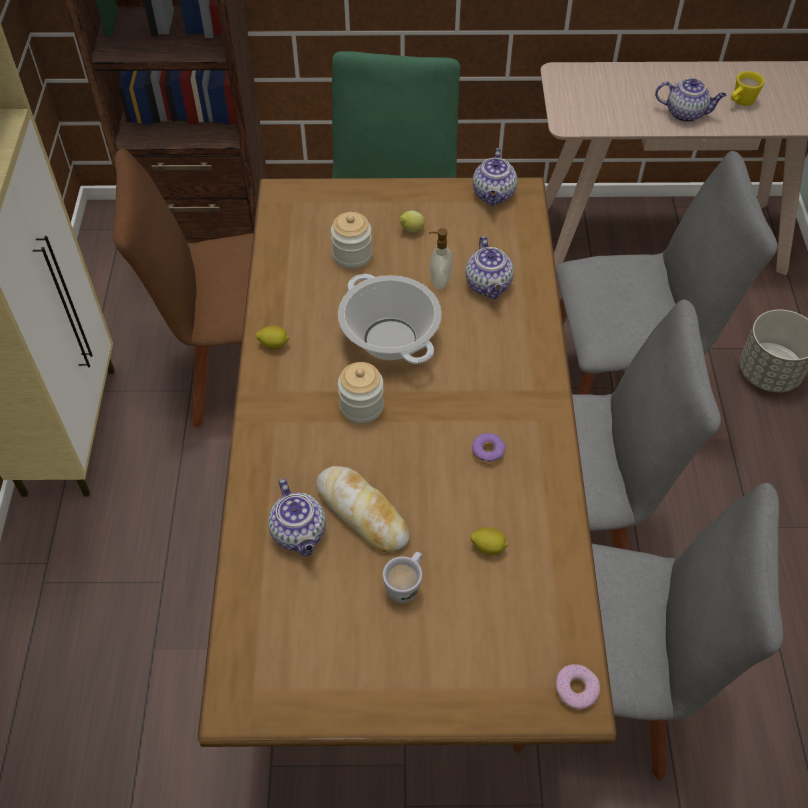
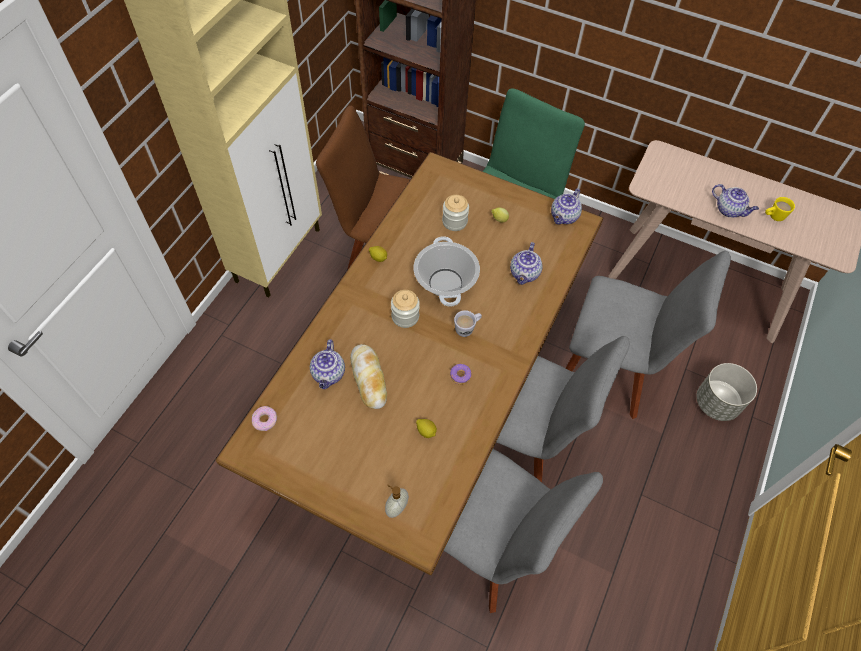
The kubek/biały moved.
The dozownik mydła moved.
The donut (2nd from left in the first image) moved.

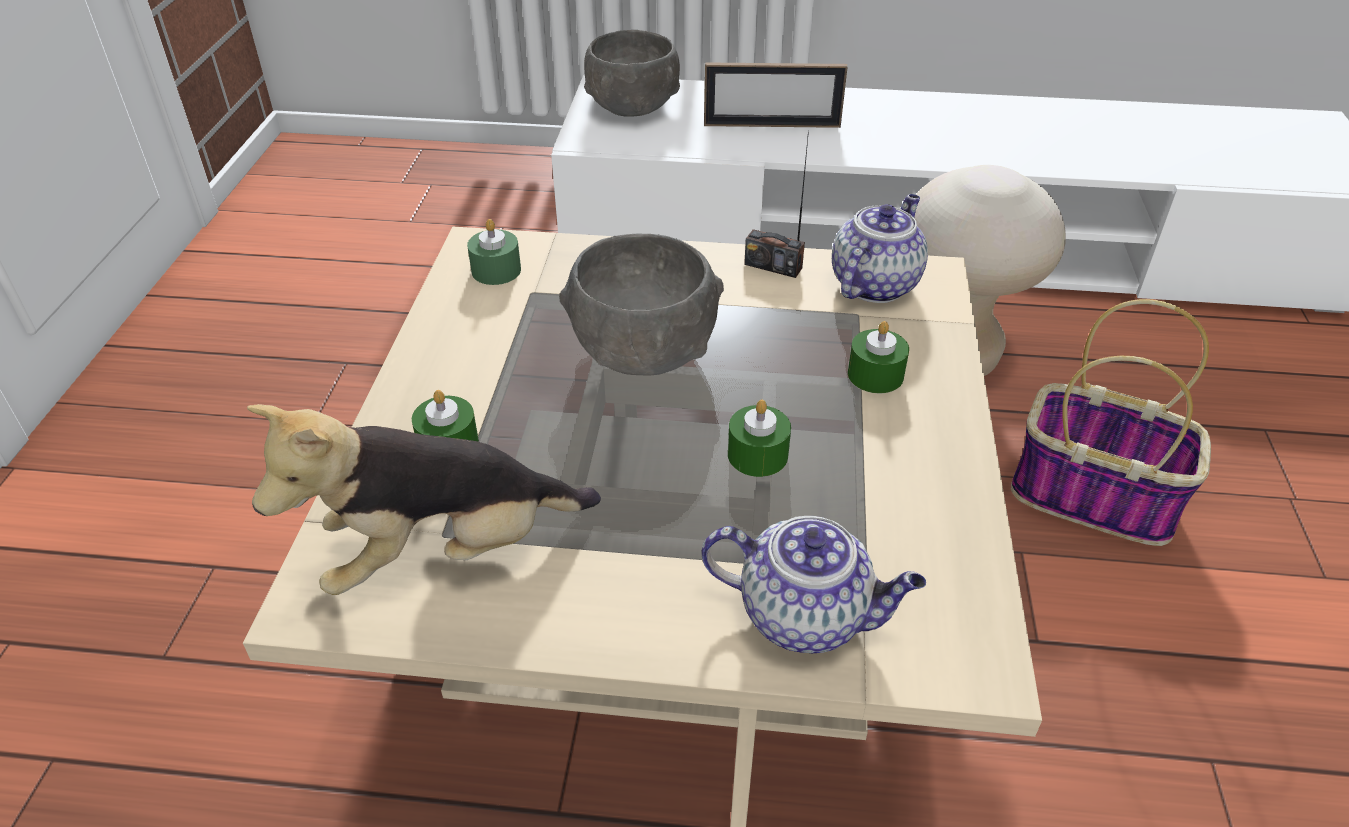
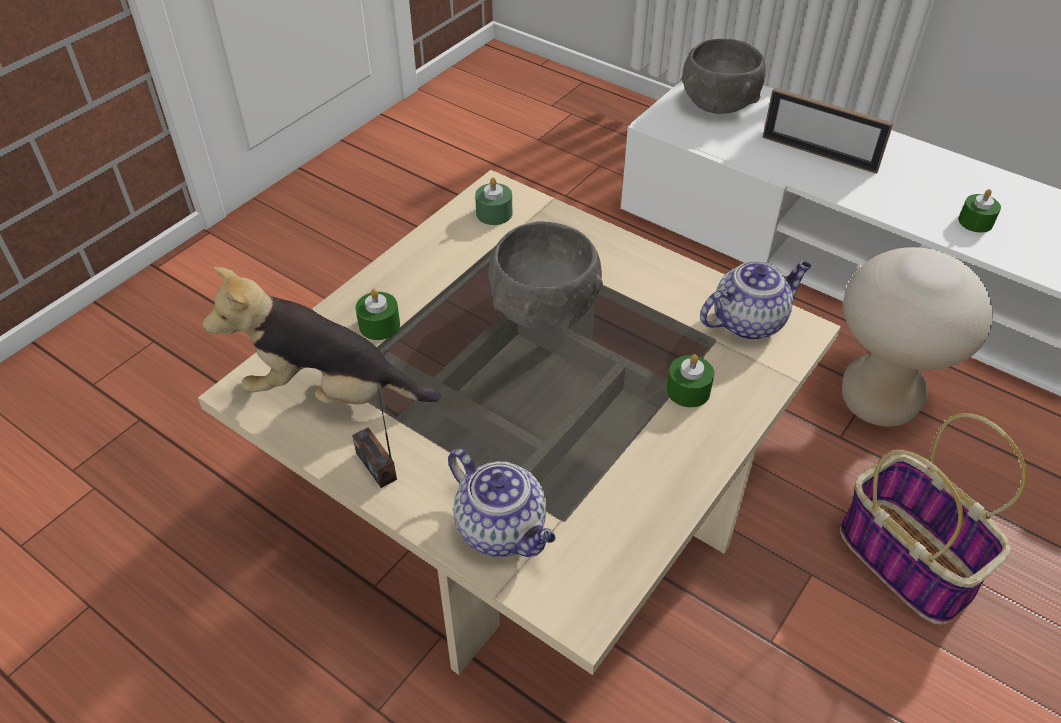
The świeca/zielony (3rd from left in the first image) moved.
The radio moved.

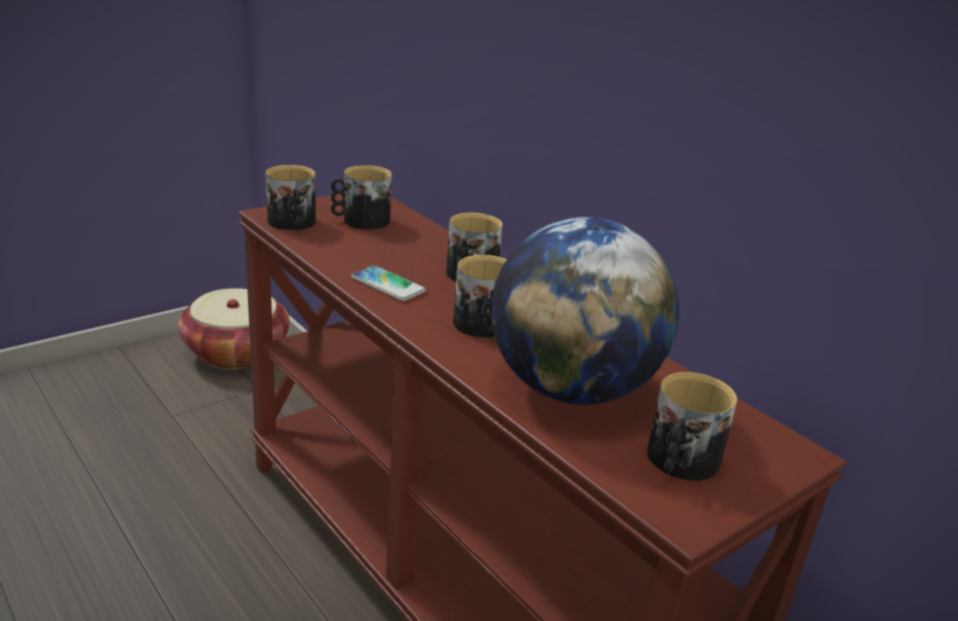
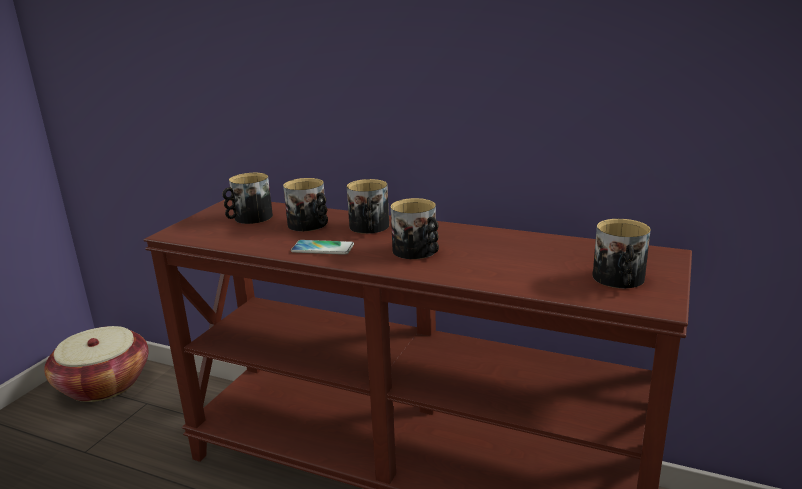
The kubek (1st from left in the first image) moved.
The globus disappeared.

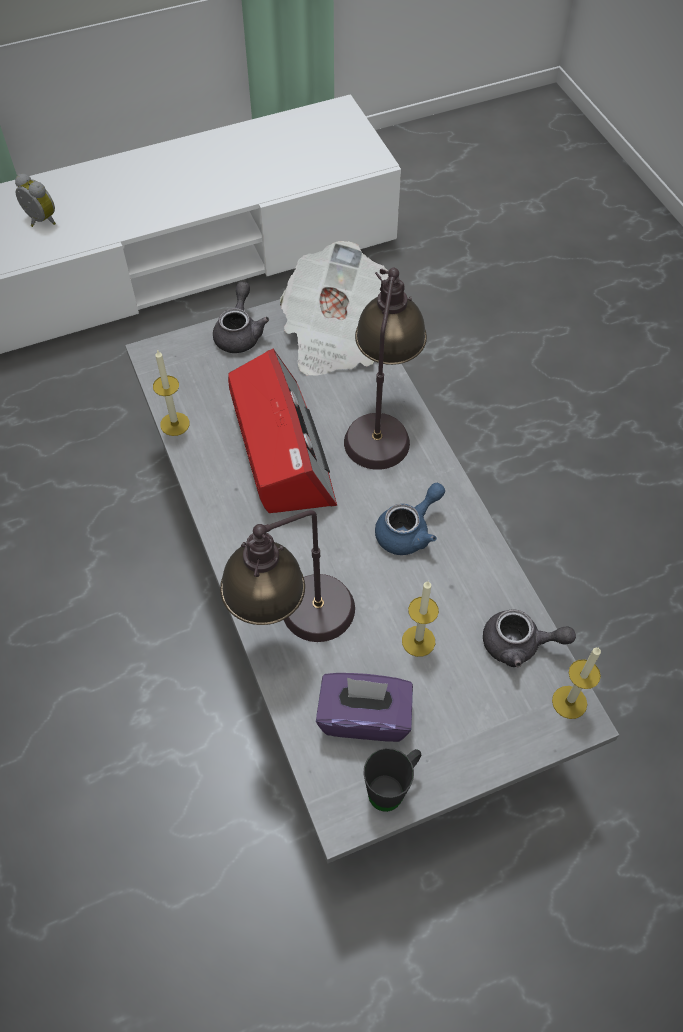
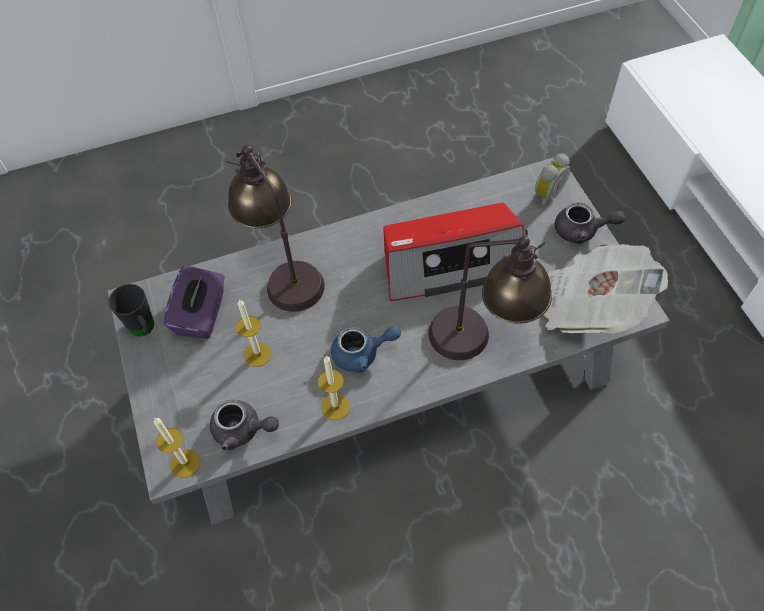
The budzik moved.
The świeca (1st from left in the first image) moved.
The imbryk/niebieski turned 60 degrees counterclockwise.
The imbryk/szary (2nd from left in the first image) turned 90 degrees counterclockwise.

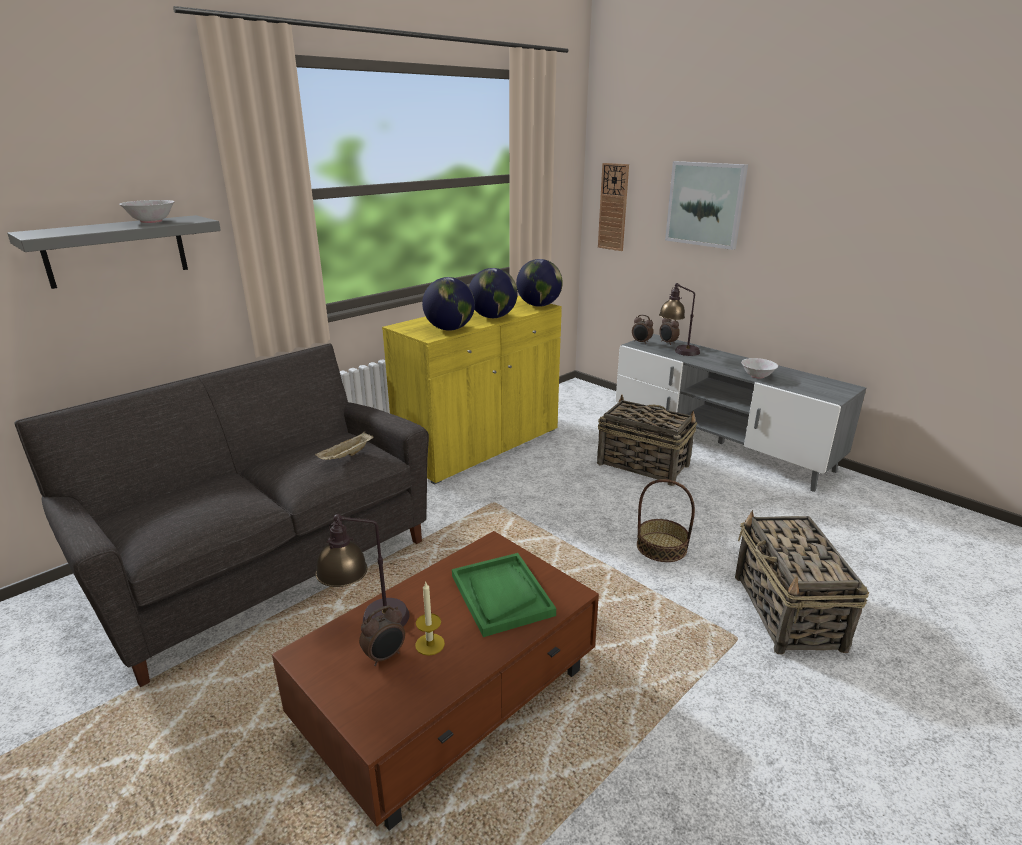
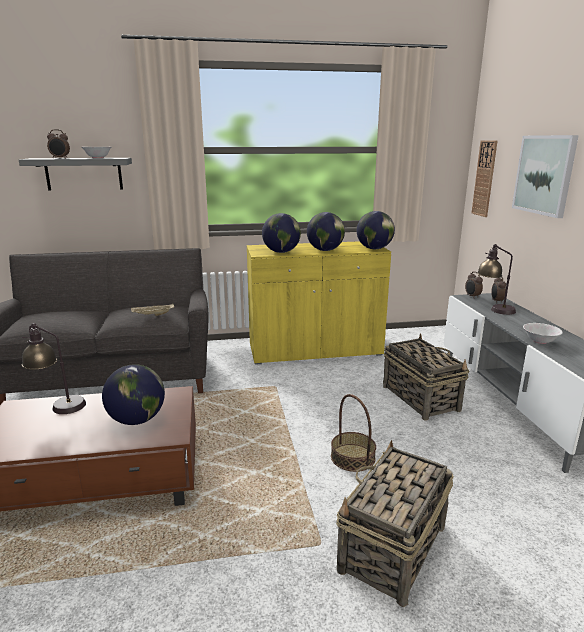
The budzik (1st from left) moved.
The świeca disappeared.
The taca/zielony was replaced by the globus (1st from left).

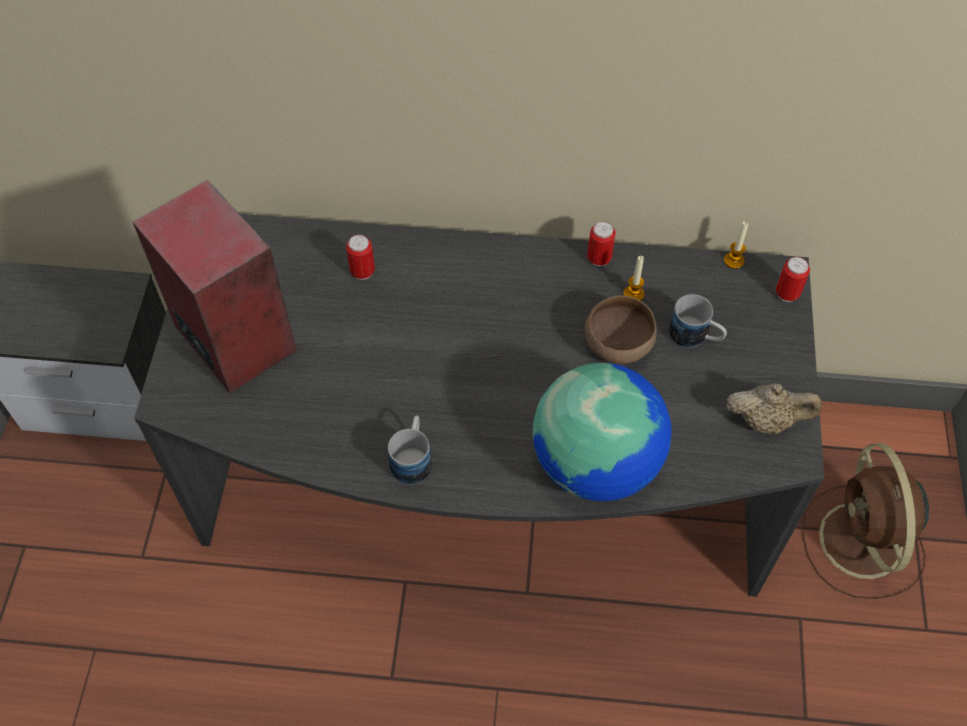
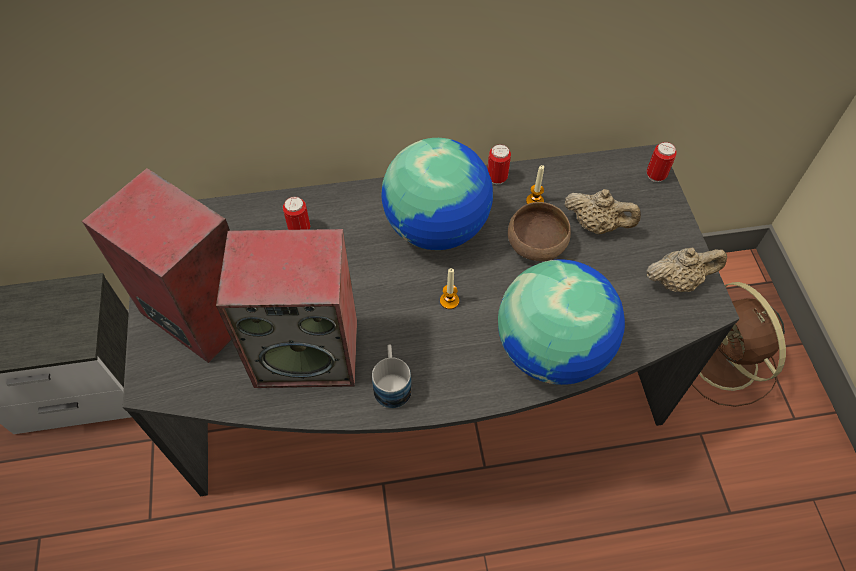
The kubek (2nd from left) was replaced by the imbryk/beżowy (1st from left).
The świeca (2nd from left in the first image) moved.
The głośnik (2nd from left) appeared.
The globus (1st from left) appeared.

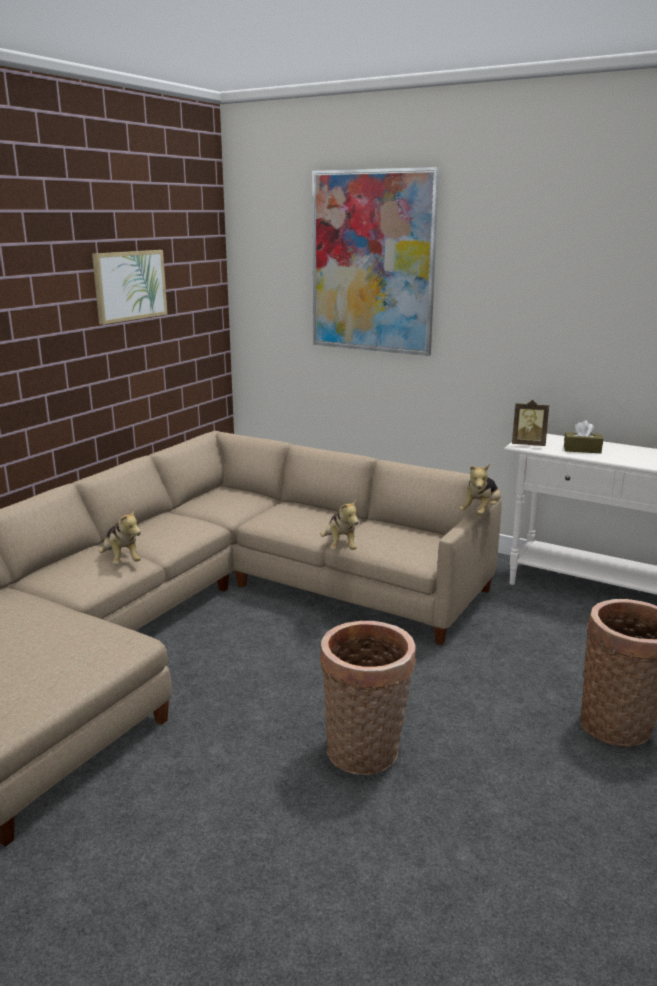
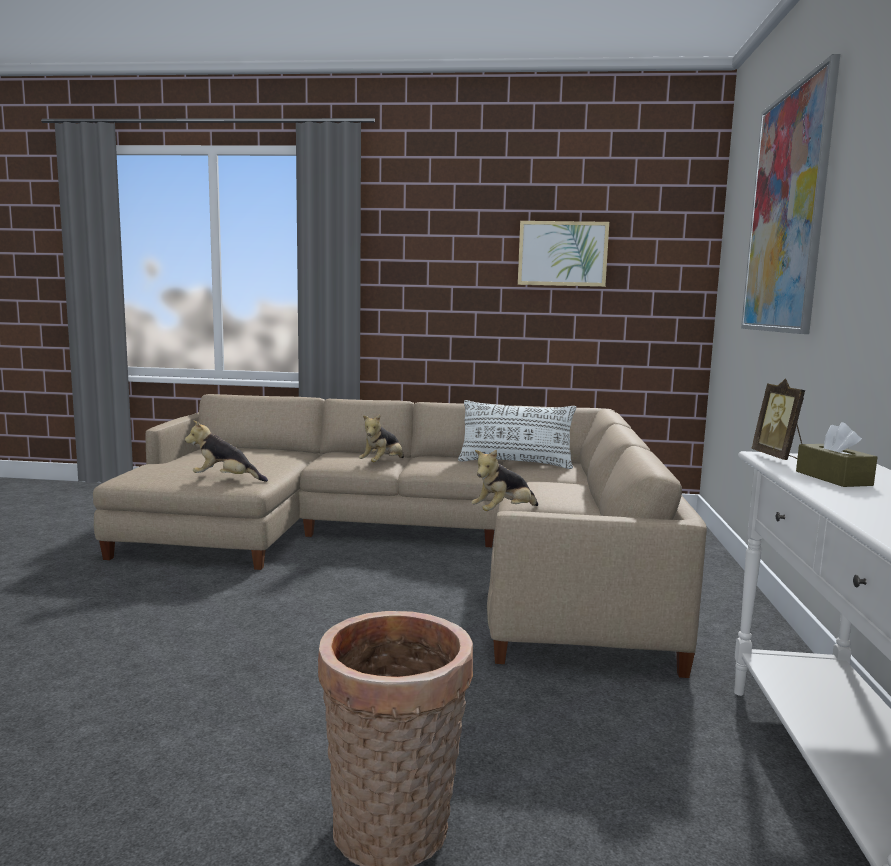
The koszyk (1st from left) disappeared.
The pluszak (3rd from left in the first image) moved.
The poduszka/biały appeared.

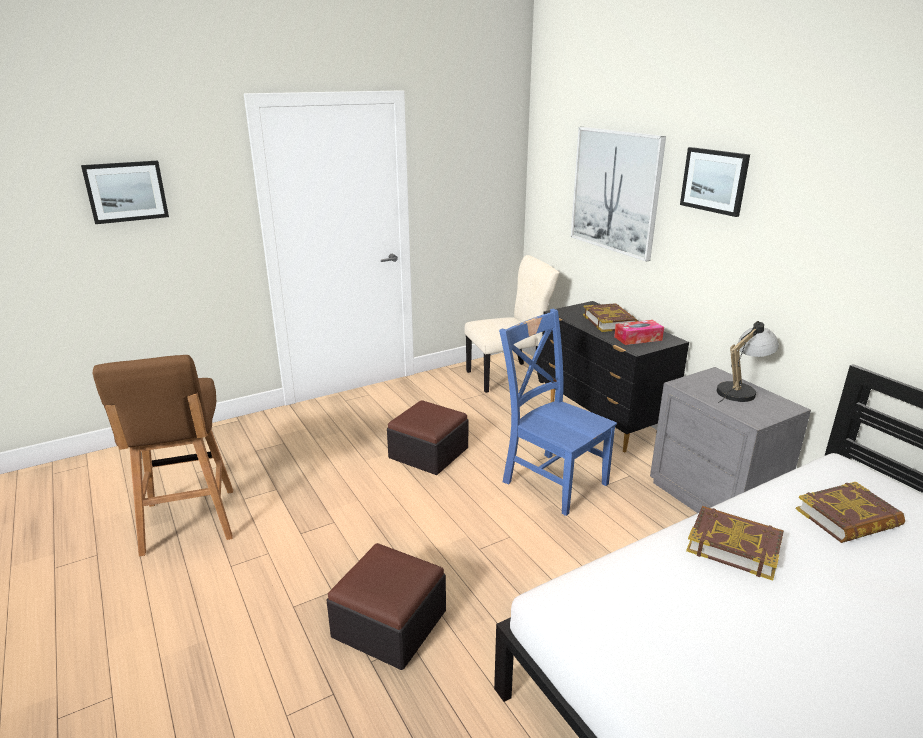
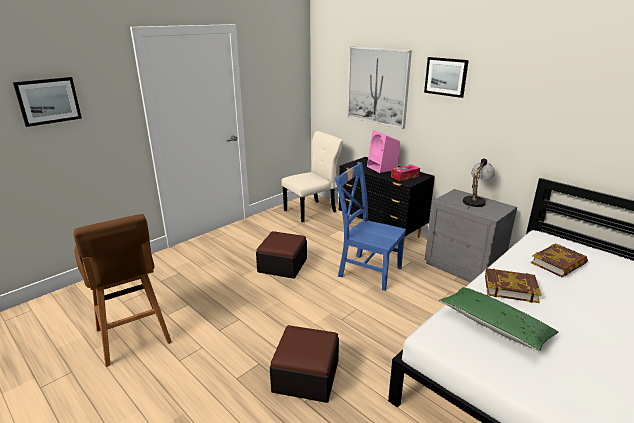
The książka (1st from left) was replaced by the głośnik/różowy.
The poduszka/zielony appeared.

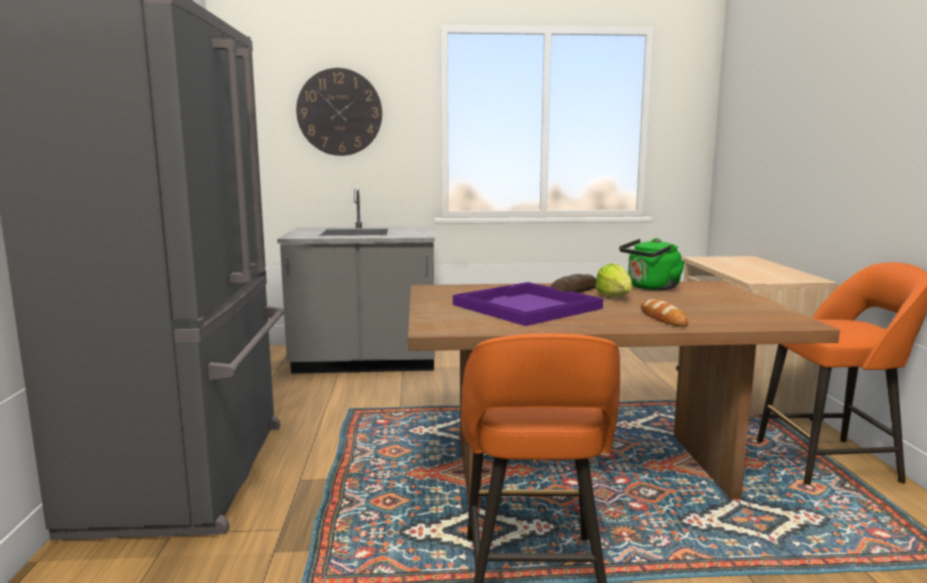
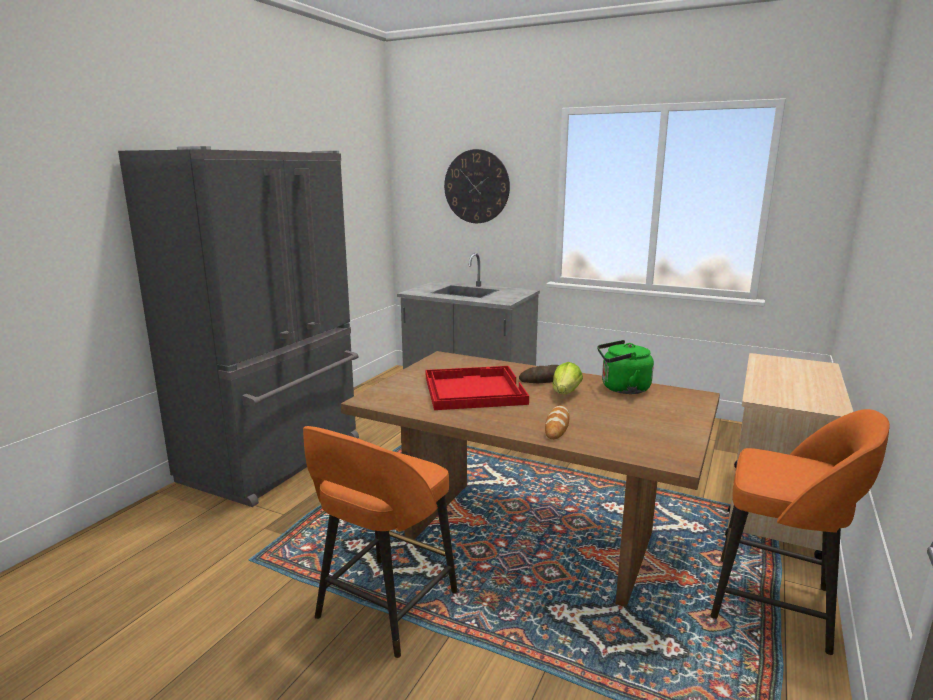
The taca/fioletowy became the taca/czerwony.

